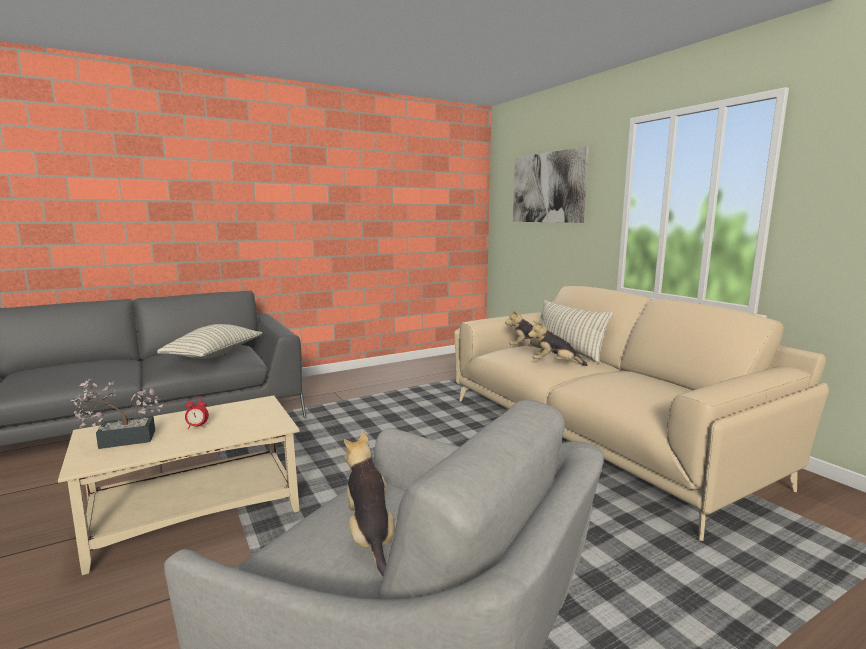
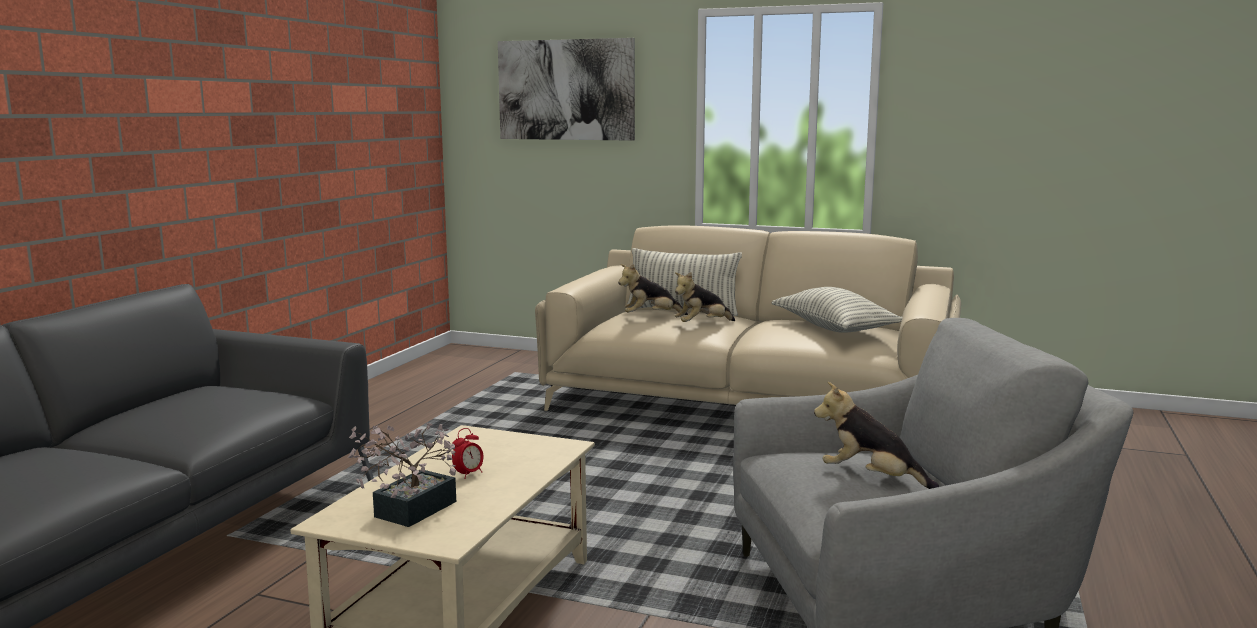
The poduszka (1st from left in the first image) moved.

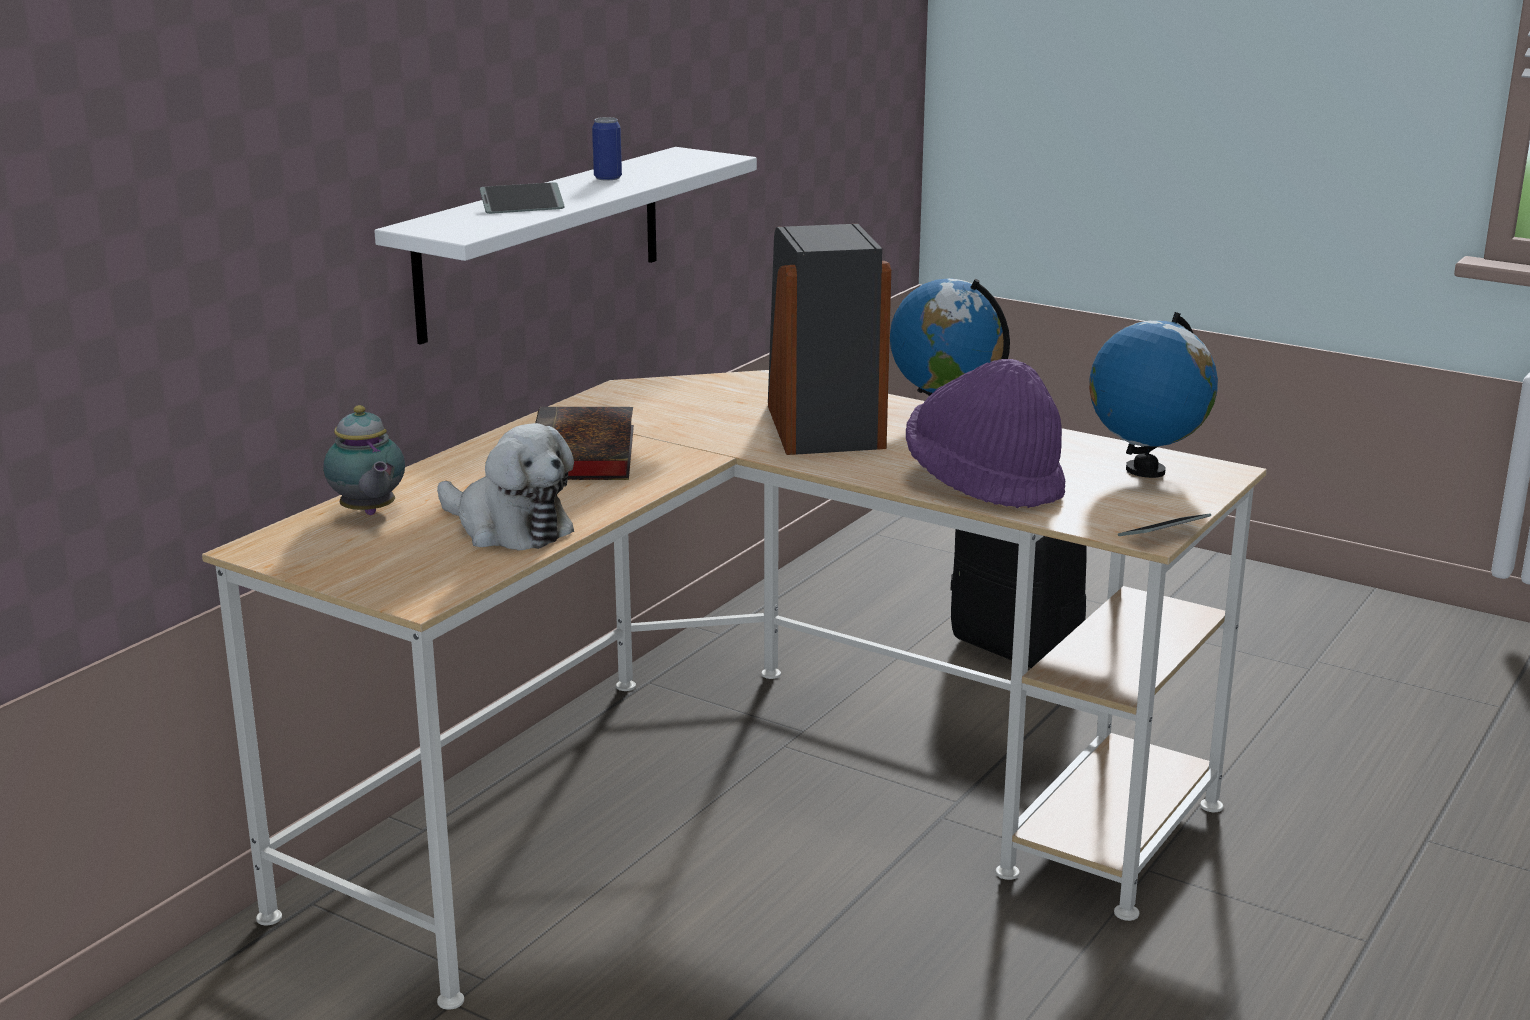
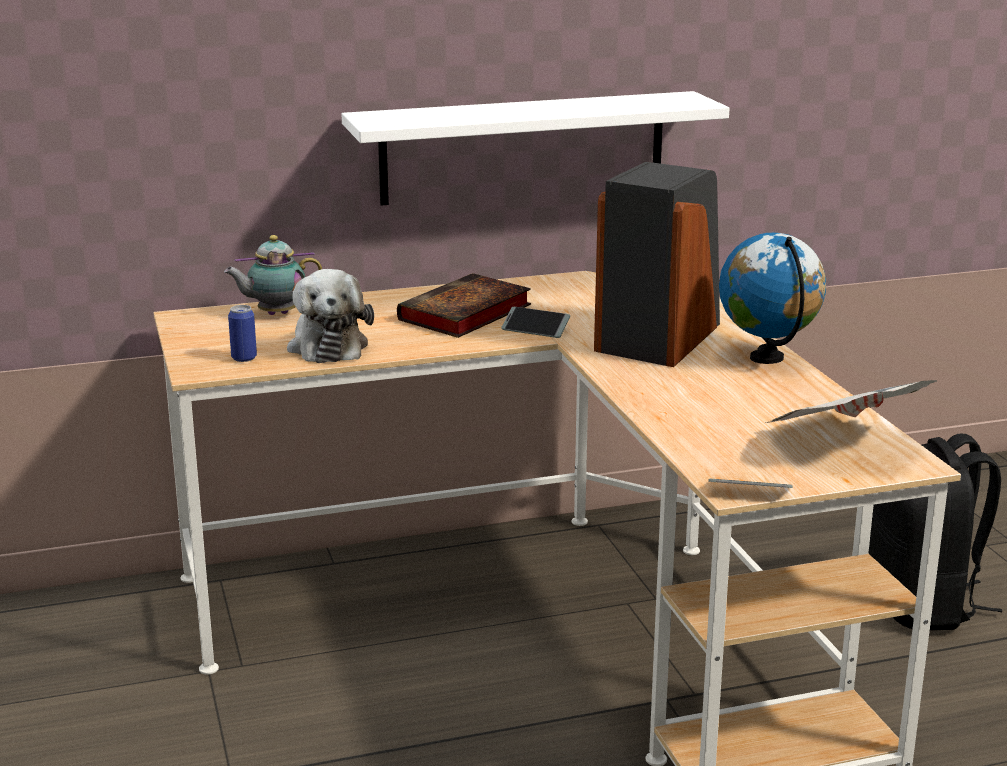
The imbryk turned 60 degrees clockwise.
The telefon (1st from left) moved.
The puszka moved.
The kapelusz/fioletowy disappeared.
The globus (2nd from left) was replaced by the gazeta.

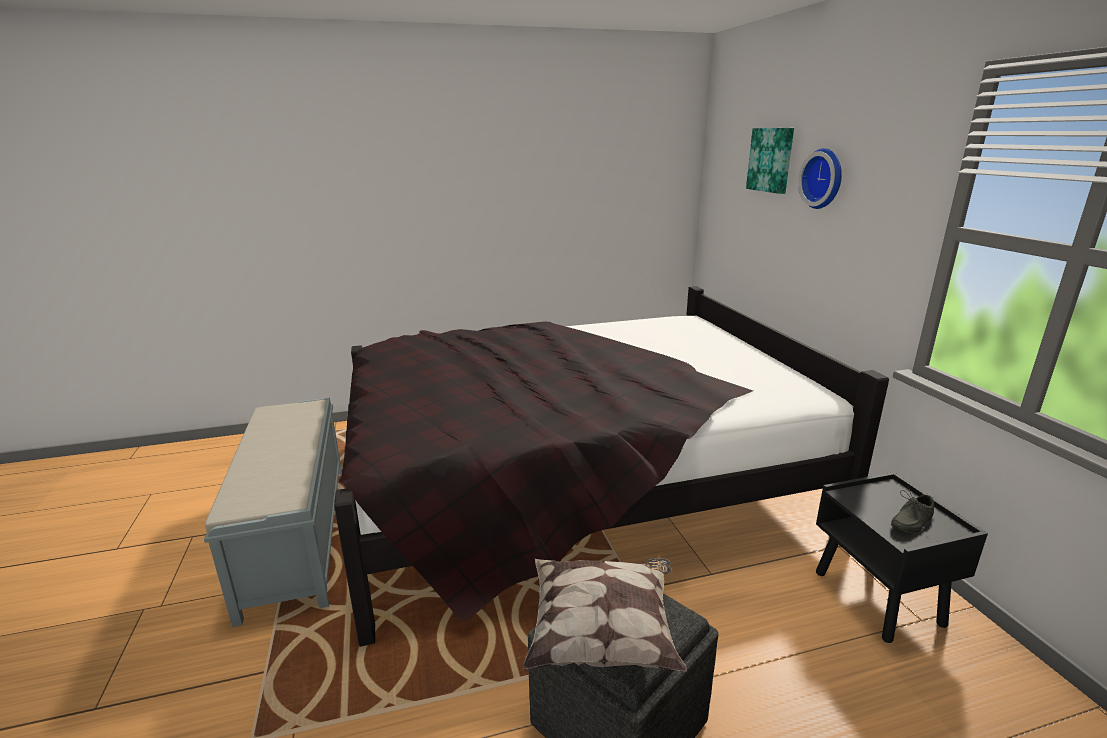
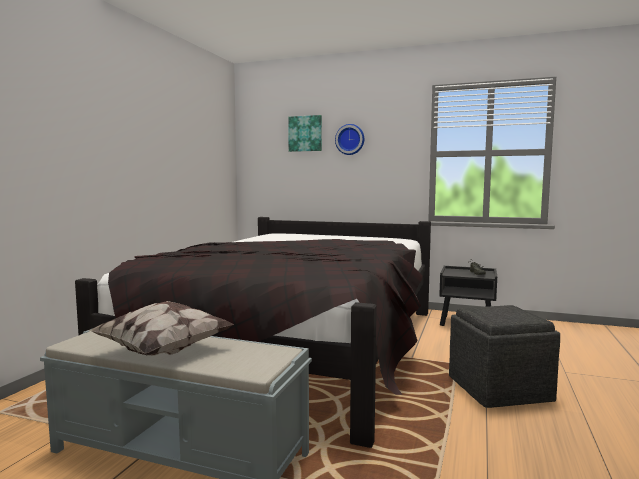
The poduszka moved.

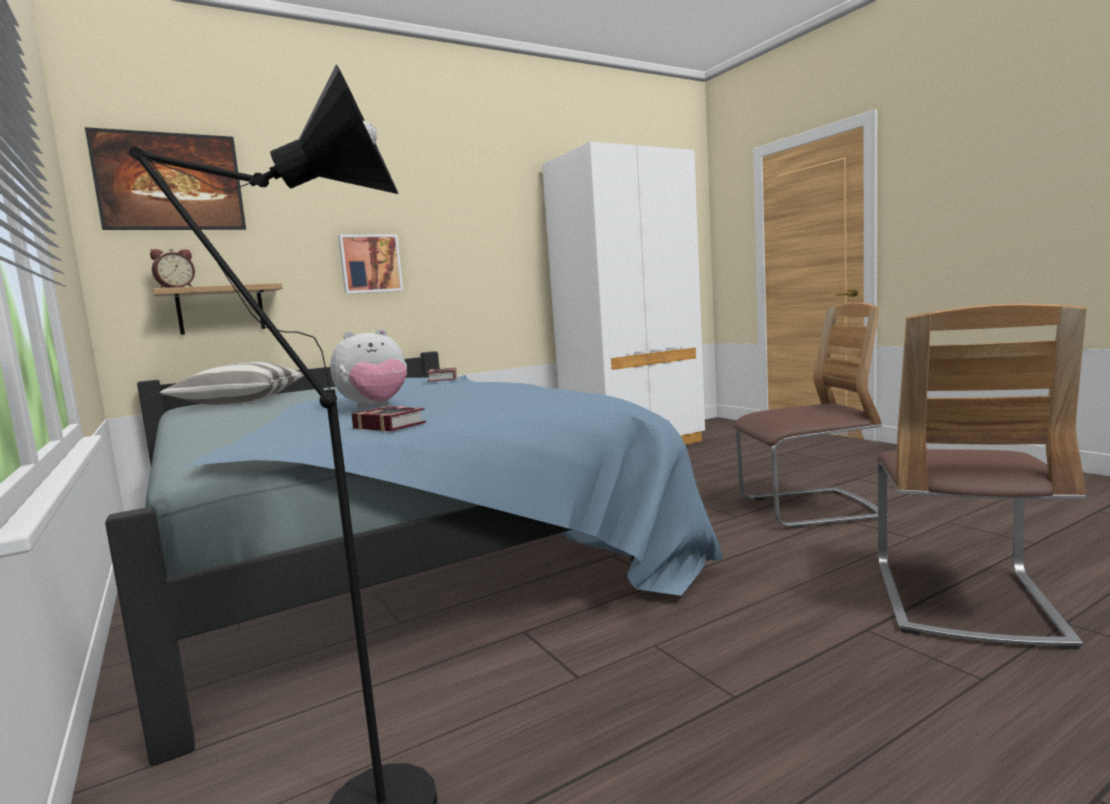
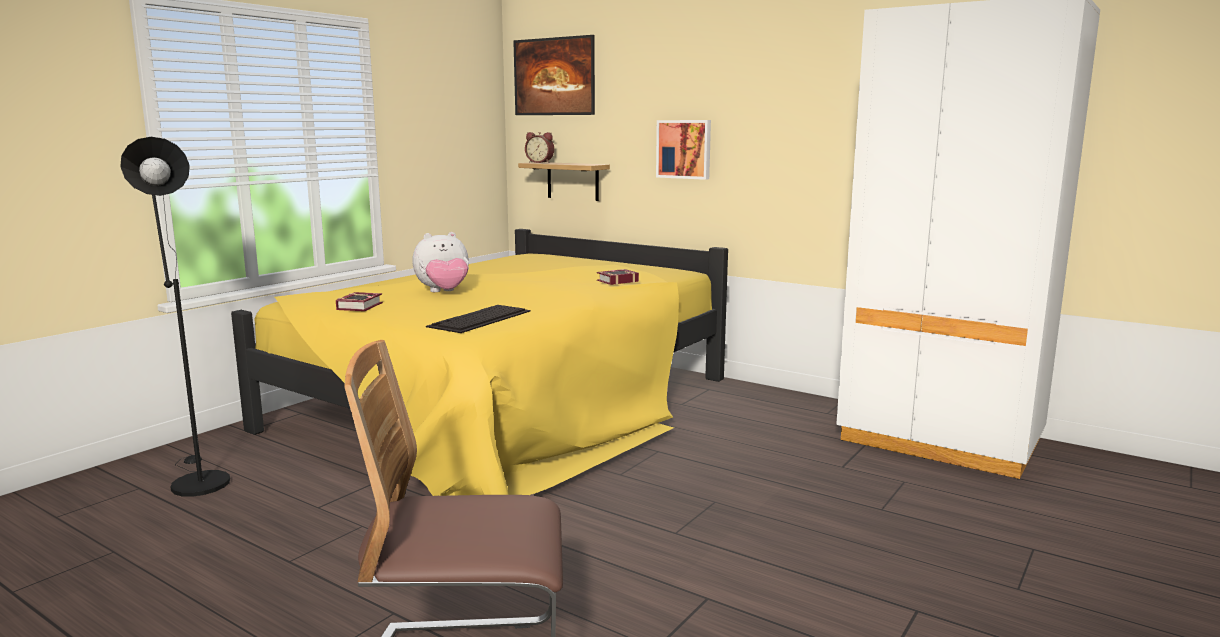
The łóżko/niebieski became the łóżko/żółty.
The poduszka disappeared.
The pluszak turned 60 degrees counterclockwise.
The krzesło (1st from left) disappeared.
The klawiatura appeared.

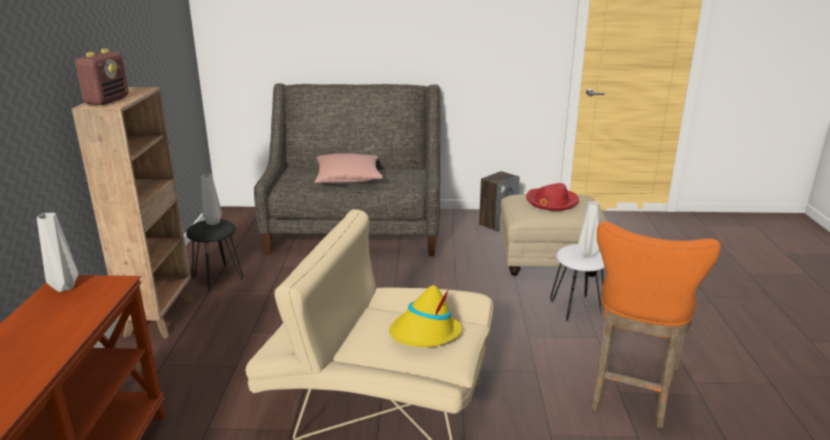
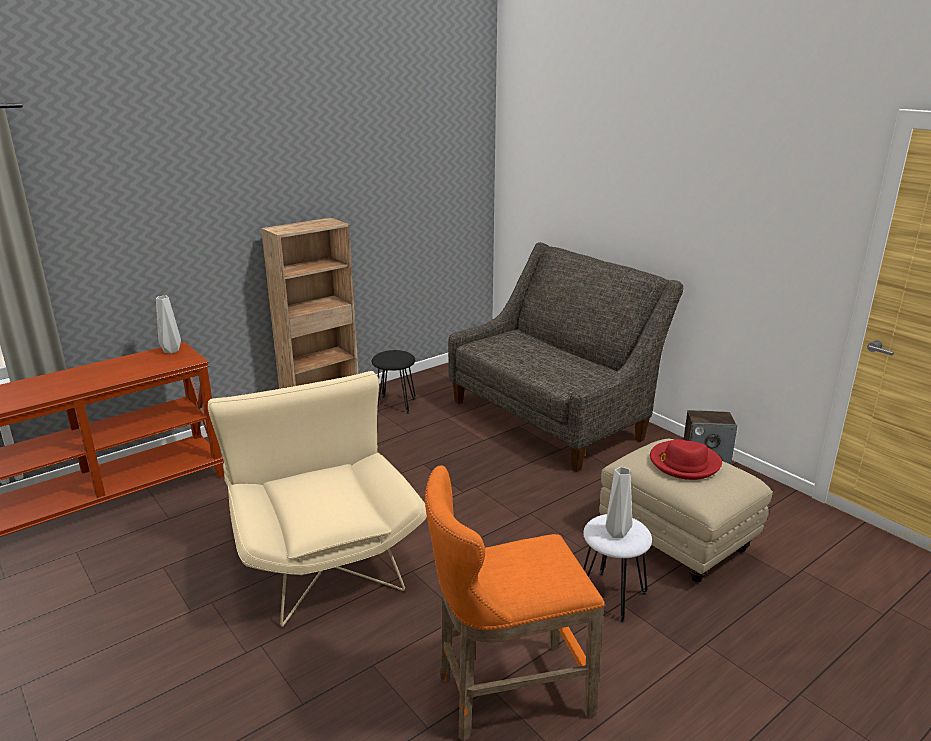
The radio disappeared.
The wazon/szary (2nd from left) disappeared.
The poduszka/różowy disappeared.
The kapelusz/żółty disappeared.

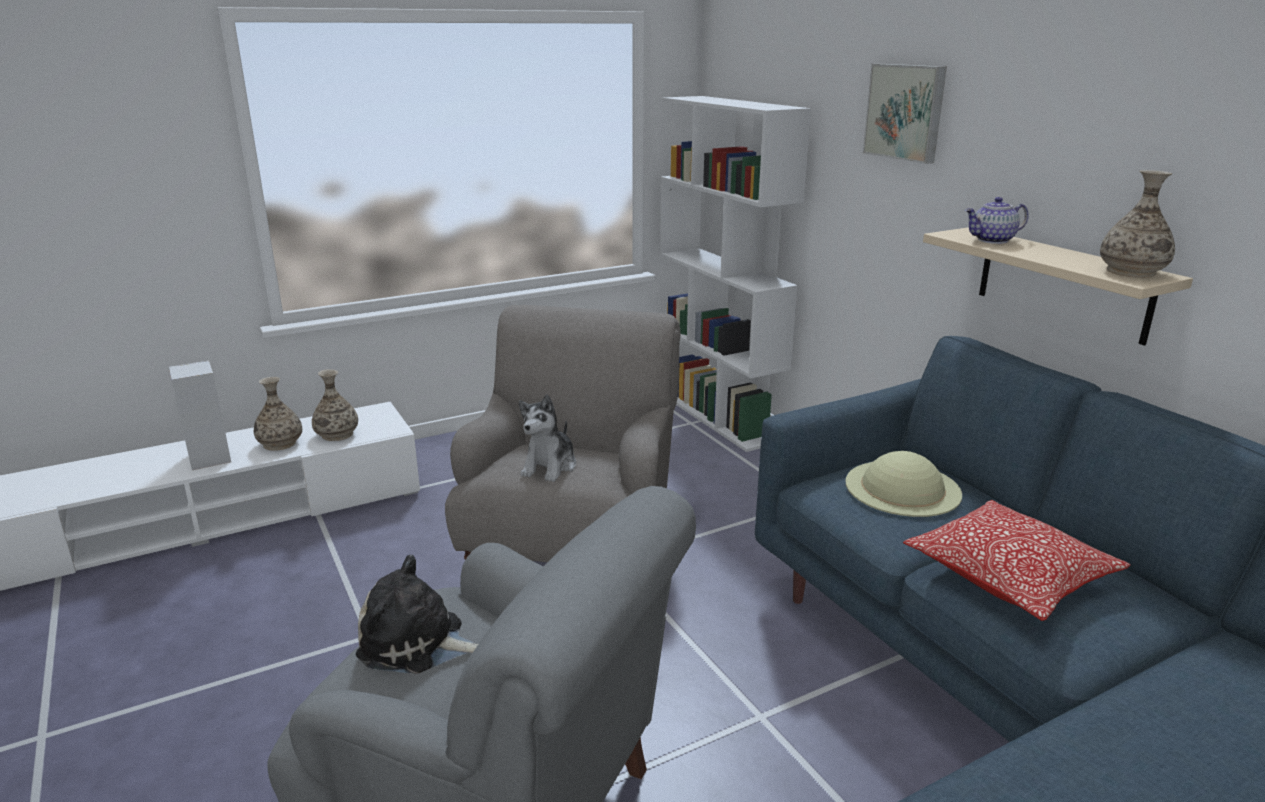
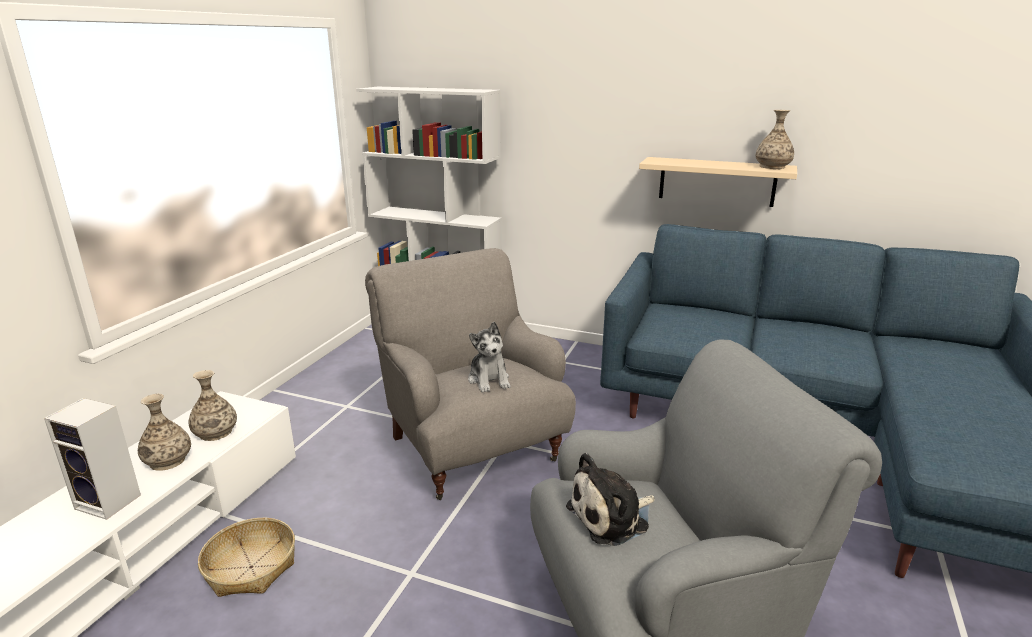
The kapelusz/beżowy disappeared.
The obraz disappeared.
The poduszka disappeared.
The imbryk disappeared.
The koszyk appeared.

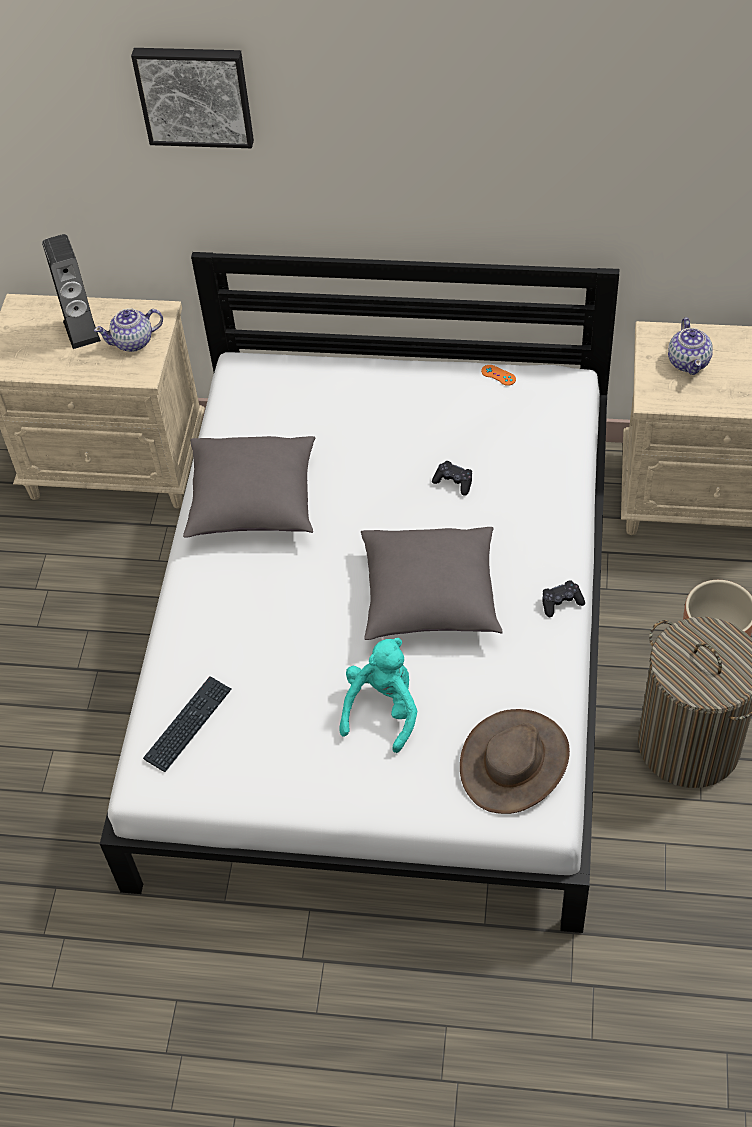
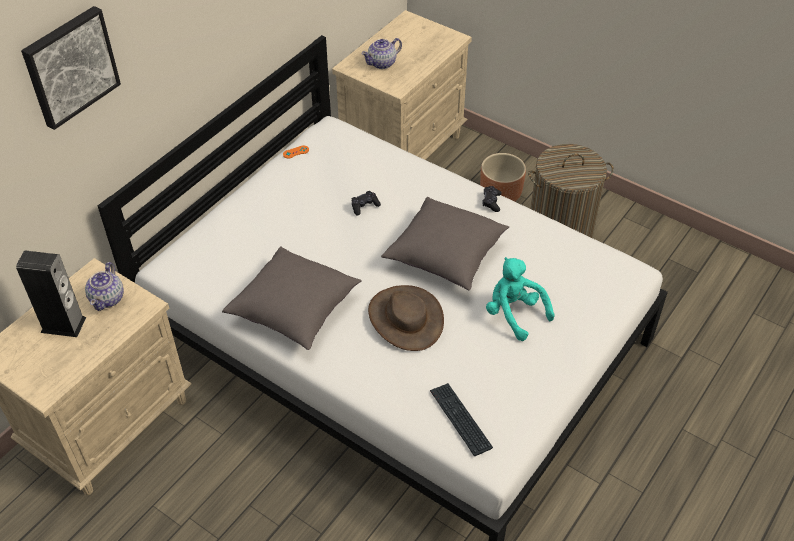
The kapelusz/brązowy moved.
The imbryk (2nd from left) turned 120 degrees clockwise.

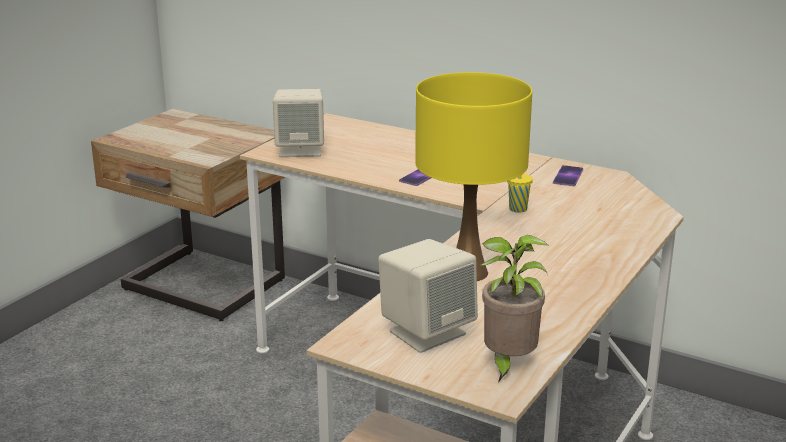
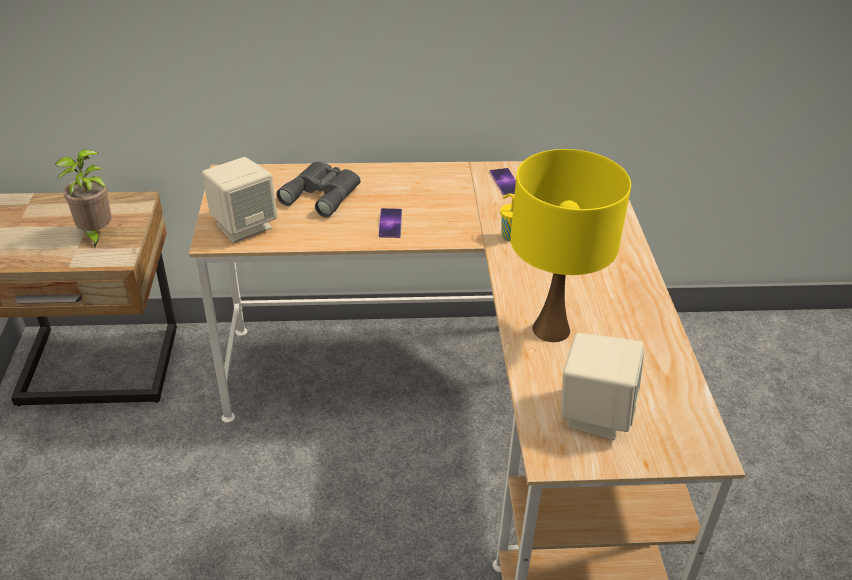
The roślina doniczkowa moved.
The lornetka/szary appeared.

